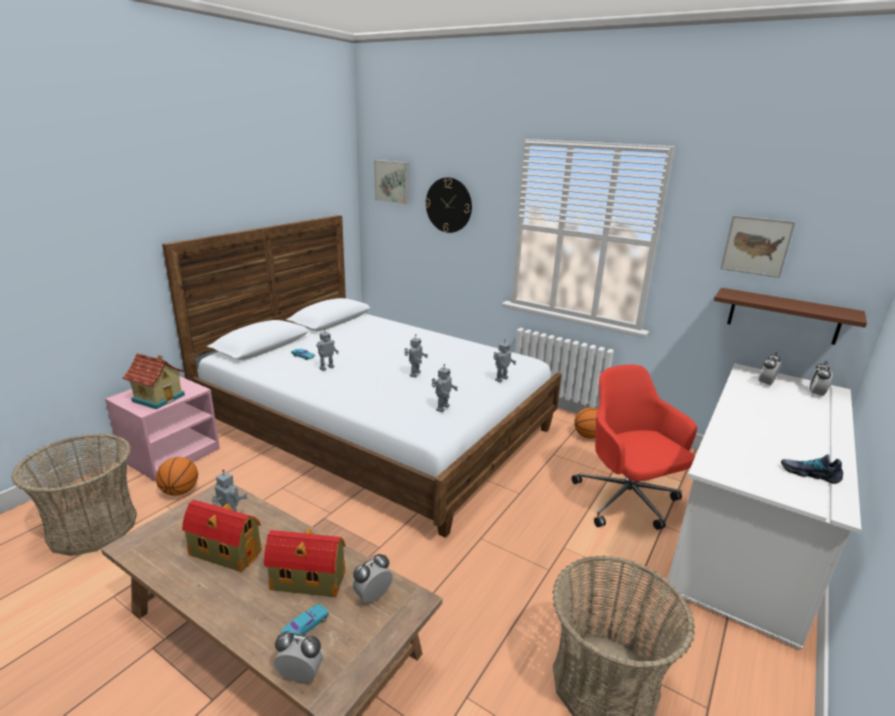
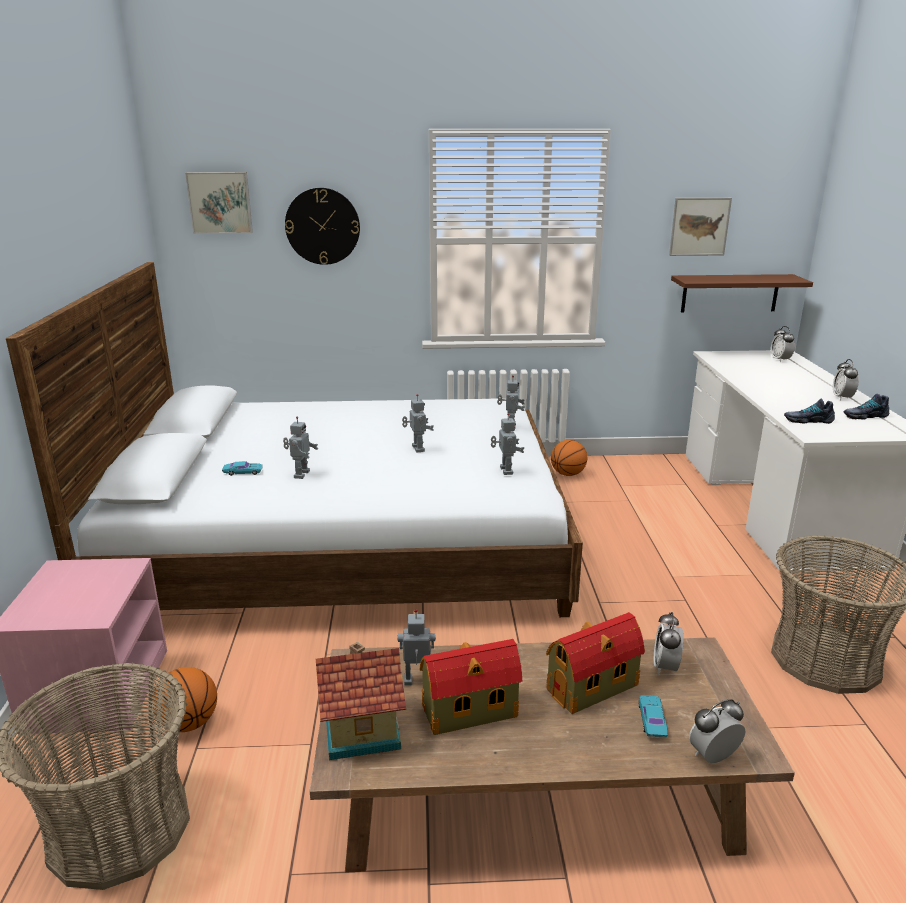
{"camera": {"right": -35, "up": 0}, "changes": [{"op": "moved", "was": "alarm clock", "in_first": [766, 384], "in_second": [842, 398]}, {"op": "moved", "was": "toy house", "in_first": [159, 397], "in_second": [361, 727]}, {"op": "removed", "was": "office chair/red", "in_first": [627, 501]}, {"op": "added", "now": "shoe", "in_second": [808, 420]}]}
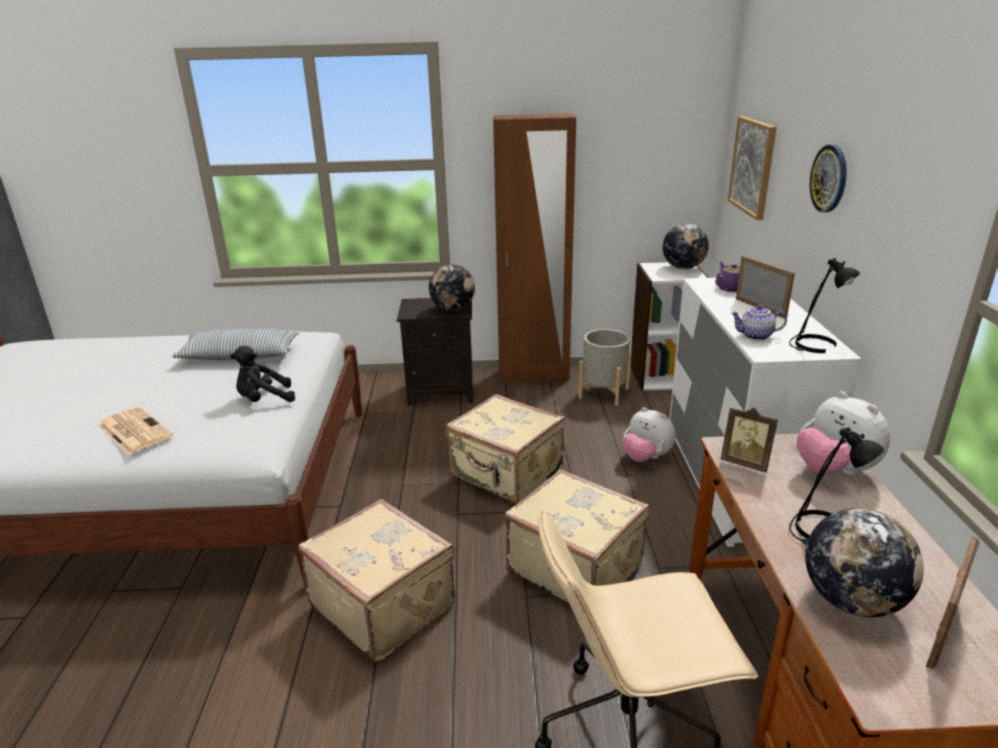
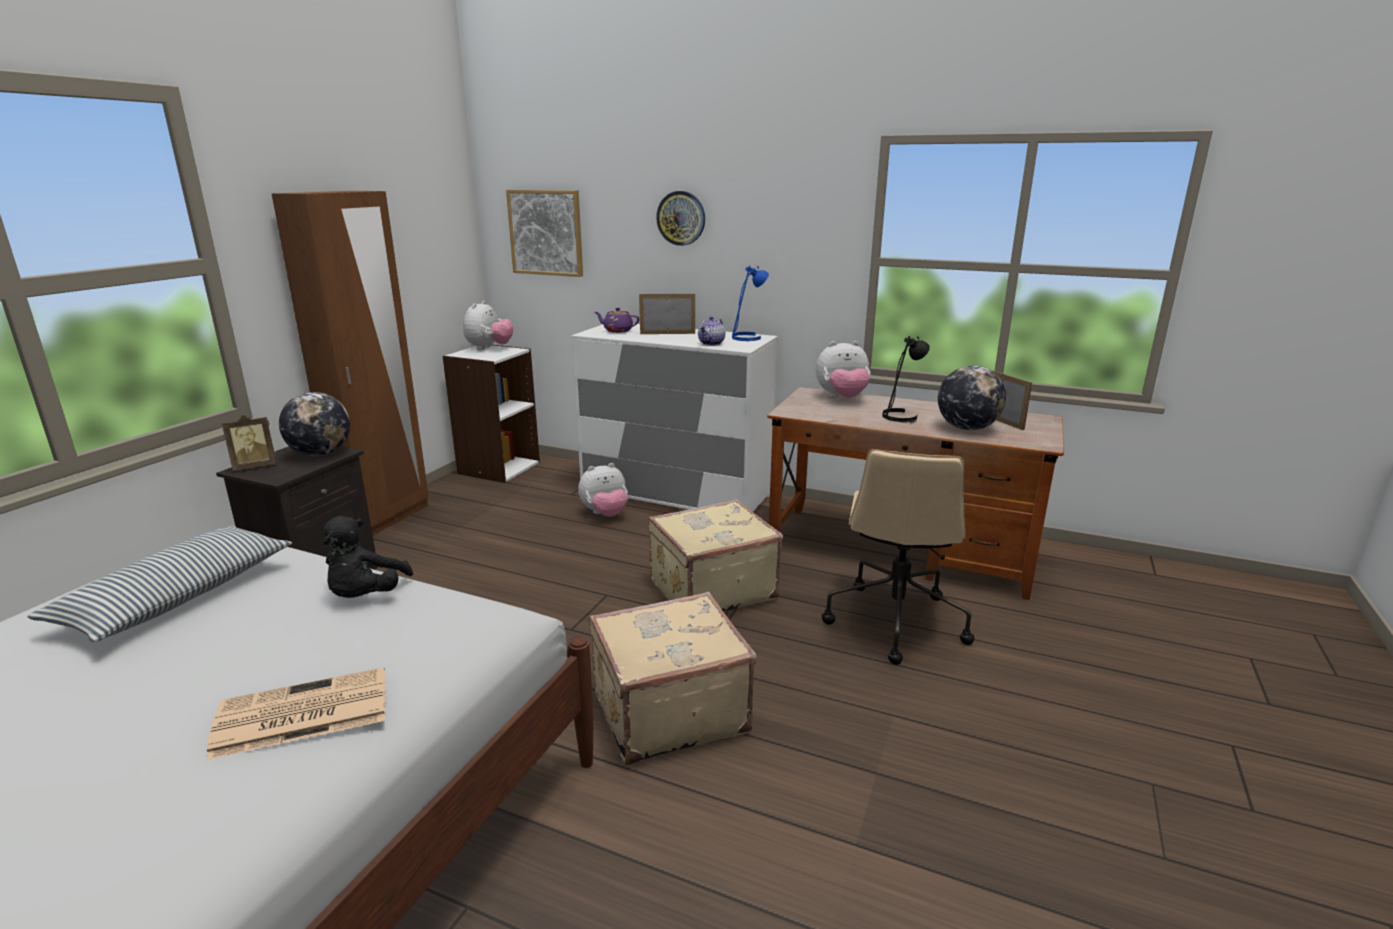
{"camera": {"right": -65, "up": -5}, "changes": [{"op": "replaced", "was": "globe", "now": "plush toy", "in_first": [683, 267], "in_second": [489, 348]}, {"op": "recoloured", "was": "table lamp/black", "now": "table lamp/blue", "in_first": [814, 346], "in_second": [747, 338]}, {"op": "removed", "was": "planter/grey", "in_first": [604, 393]}, {"op": "removed", "was": "suitcase/beige", "in_first": [506, 474]}, {"op": "moved", "was": "picture frame", "in_first": [745, 463], "in_second": [255, 466]}]}
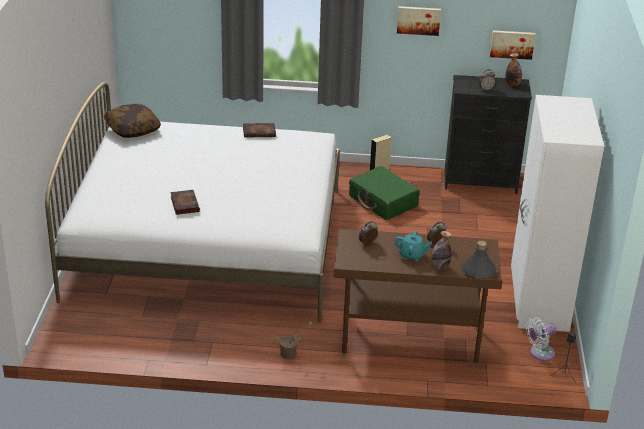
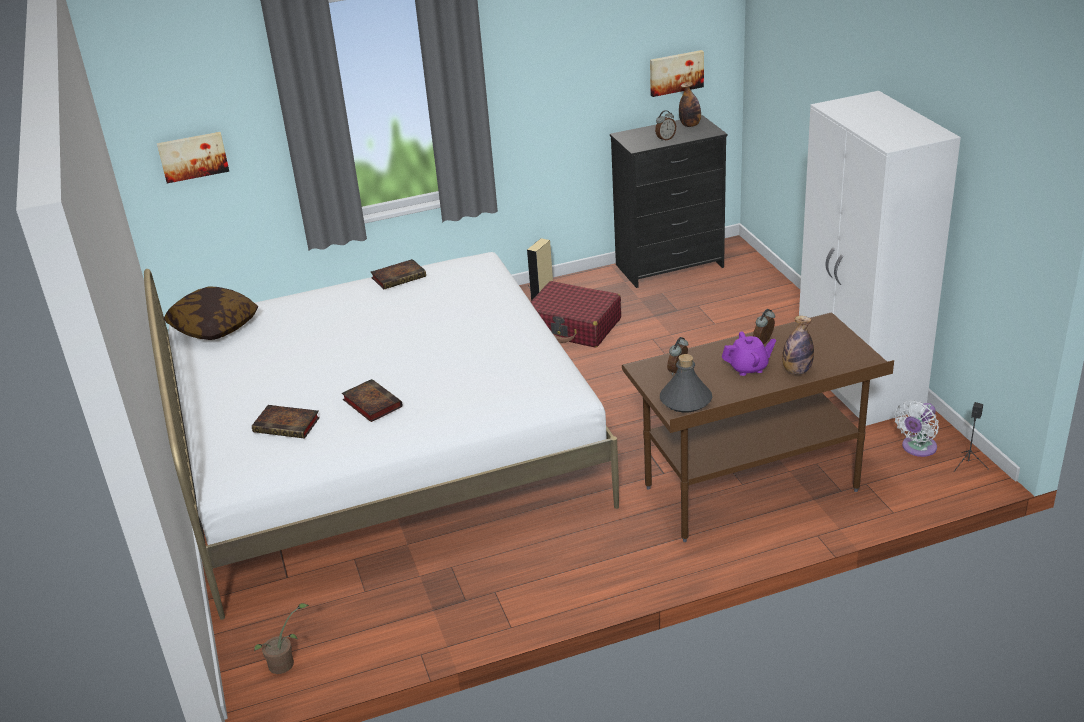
{"camera": {"right": -20, "up": 0}, "changes": [{"op": "moved", "was": "picture", "in_first": [418, 20], "in_second": [193, 156]}, {"op": "recoloured", "was": "suitcase/green", "now": "suitcase/red", "in_first": [383, 201], "in_second": [574, 326]}, {"op": "recoloured", "was": "teapot/turquoise", "now": "teapot/purple", "in_first": [411, 255], "in_second": [748, 368]}, {"op": "moved", "was": "bottle/grey", "in_first": [478, 271], "in_second": [686, 400]}, {"op": "moved", "was": "potted plant", "in_first": [290, 354], "in_second": [285, 663]}, {"op": "added", "now": "book", "in_second": [288, 425]}]}
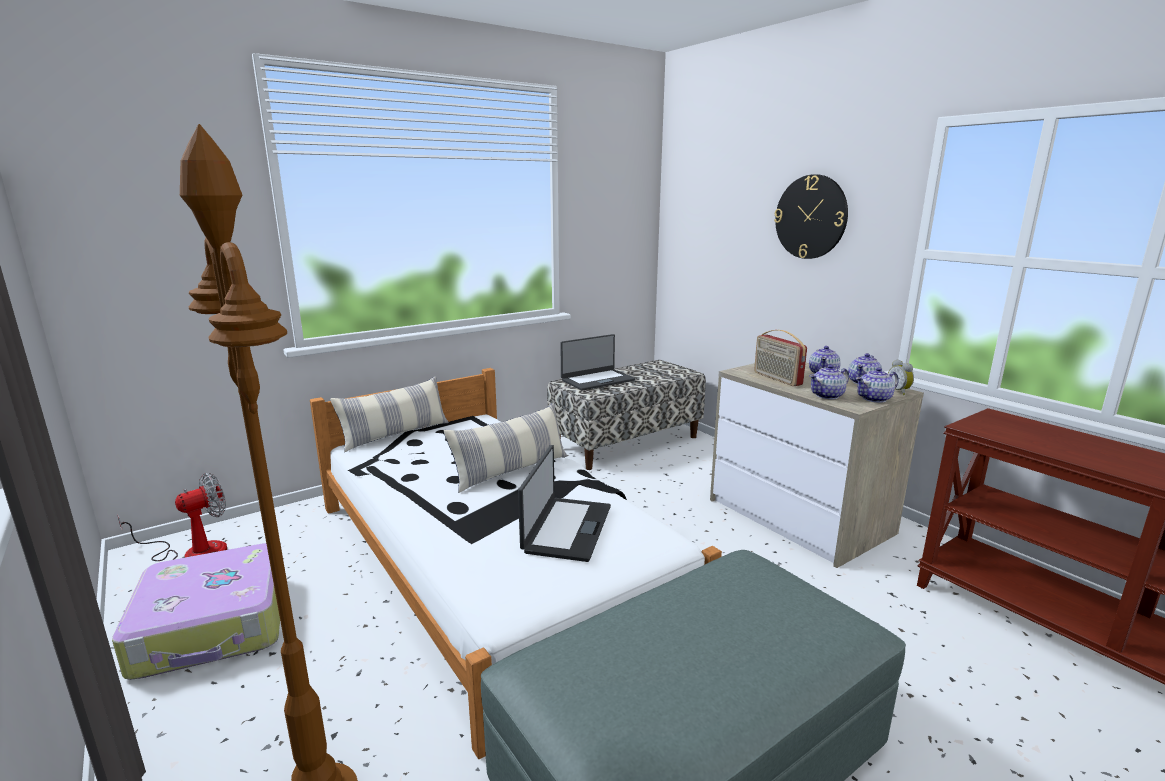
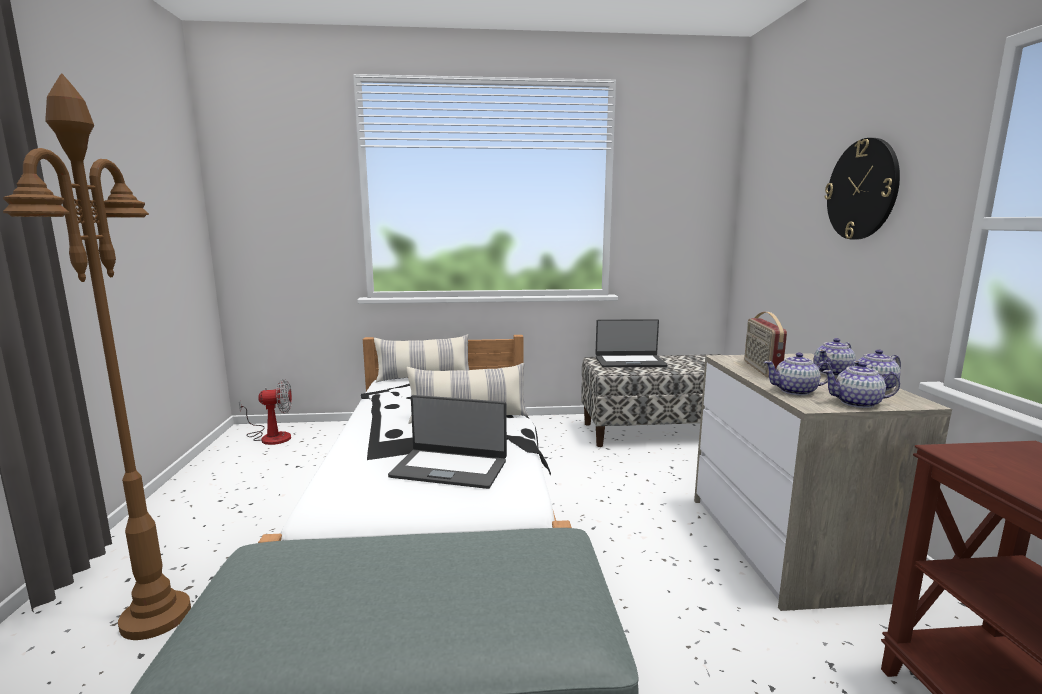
{"camera": {"right": 30, "up": -5}, "changes": [{"op": "removed", "was": "alarm clock", "in_first": [899, 392]}, {"op": "turned", "was": "laptop", "in_first": [566, 528], "in_second": [450, 468], "clockwise": 60}, {"op": "removed", "was": "suitcase", "in_first": [214, 626]}]}
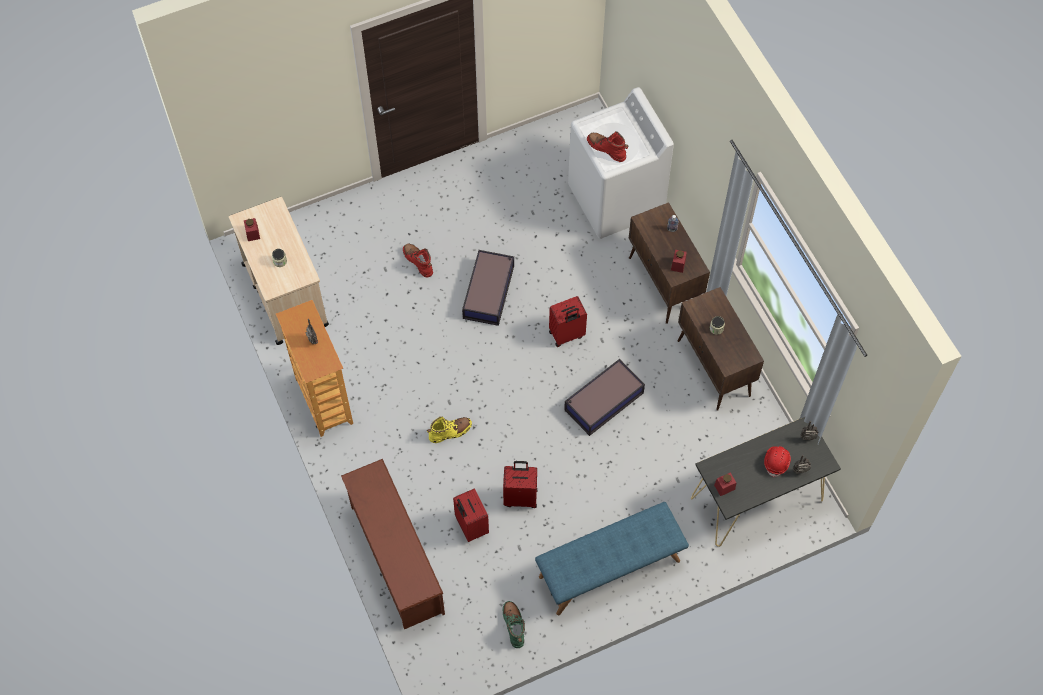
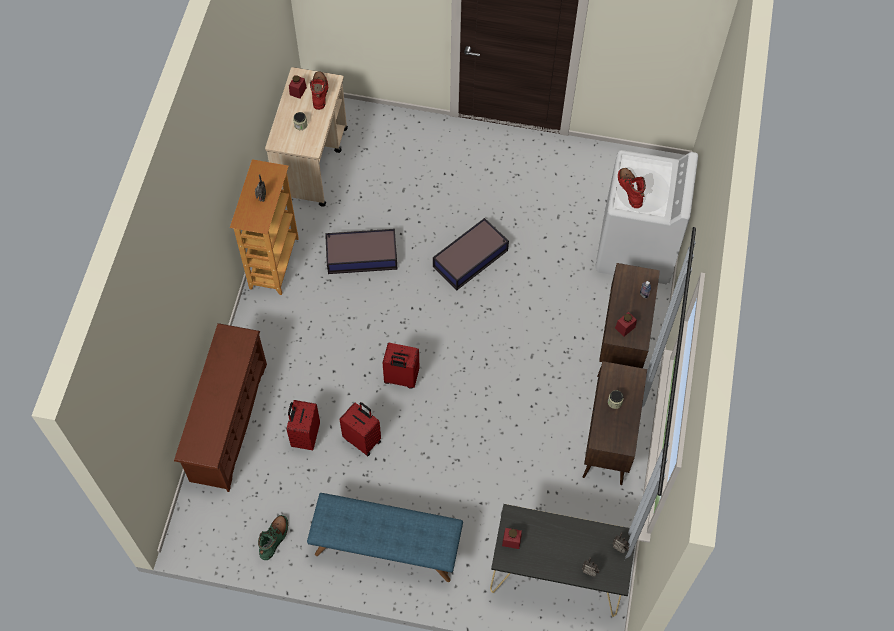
{"camera": {"right": 35, "up": 0}, "changes": [{"op": "moved", "was": "boot/red", "in_first": [418, 262], "in_second": [319, 93]}, {"op": "moved", "was": "suitcase/red", "in_first": [567, 335], "in_second": [401, 378]}, {"op": "moved", "was": "storage box", "in_first": [602, 401], "in_second": [360, 256]}, {"op": "removed", "was": "boot/yellow", "in_first": [450, 432]}, {"op": "removed", "was": "hard hat/red", "in_first": [776, 462]}]}
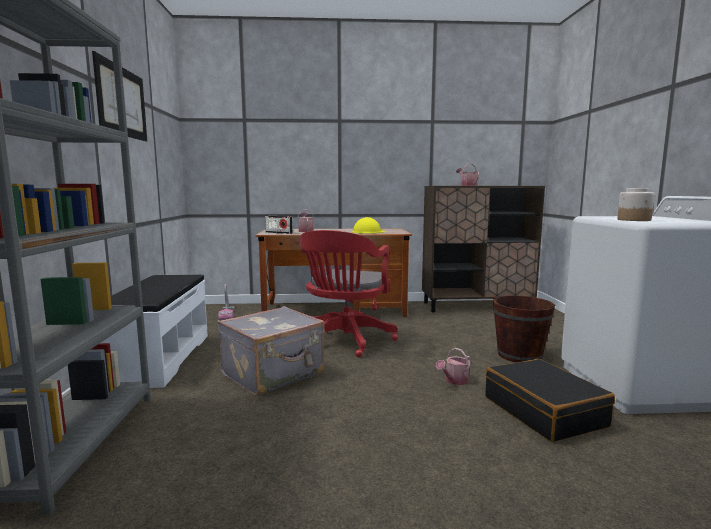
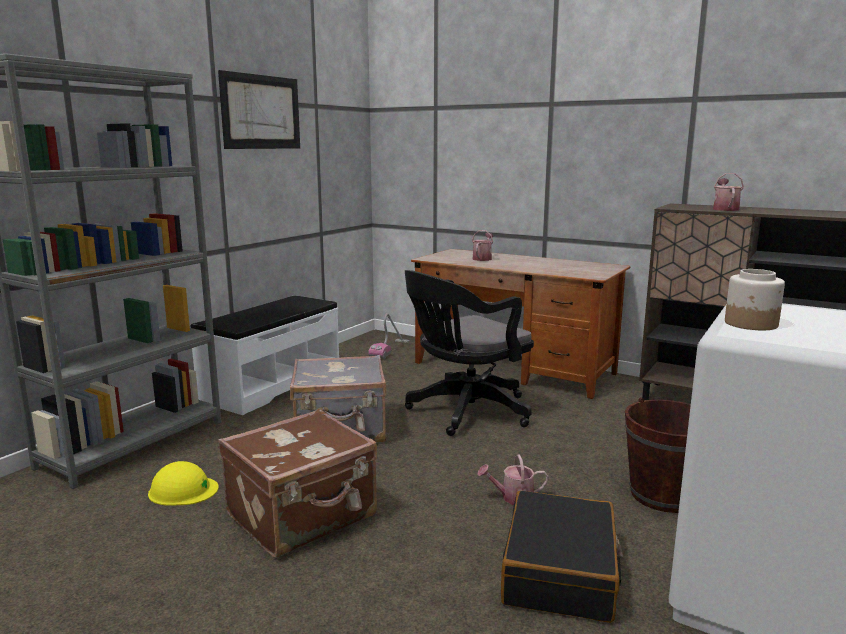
{"camera": {"right": 35, "up": 5}, "changes": [{"op": "removed", "was": "radio", "in_first": [279, 233]}, {"op": "moved", "was": "hard hat/yellow", "in_first": [368, 231], "in_second": [183, 490]}, {"op": "recoloured", "was": "office chair/red", "now": "office chair/black", "in_first": [345, 341], "in_second": [464, 412]}, {"op": "added", "now": "suitcase/brown", "in_second": [303, 516]}]}
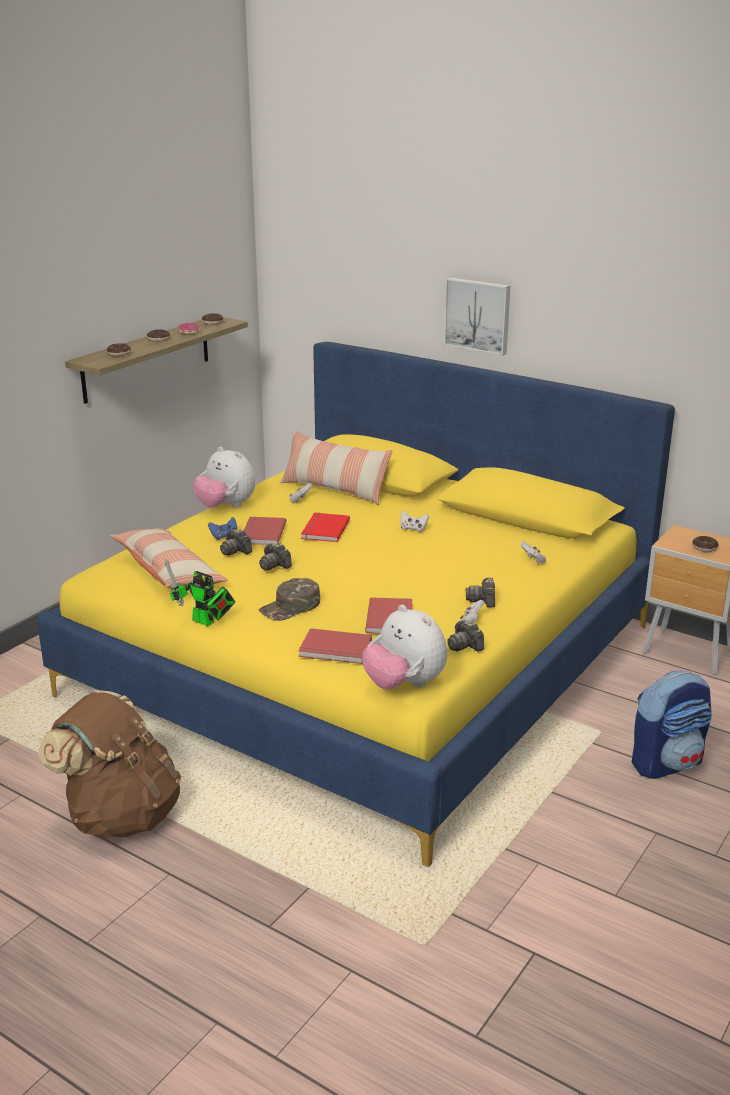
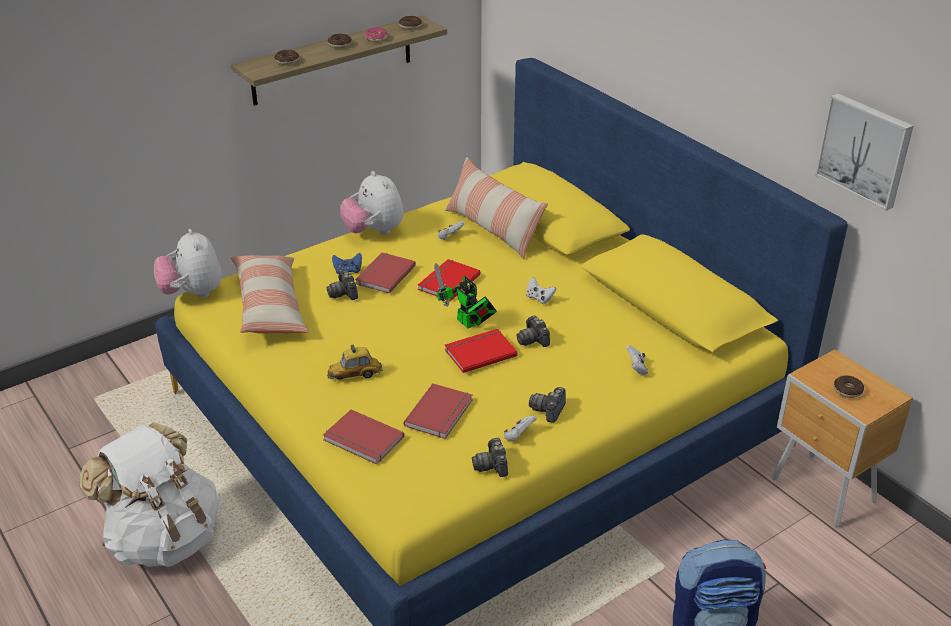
{"camera": {"right": 20, "up": 10}, "changes": [{"op": "moved", "was": "picture", "in_first": [478, 315], "in_second": [865, 150]}, {"op": "moved", "was": "photo camera", "in_first": [274, 565], "in_second": [533, 340]}, {"op": "moved", "was": "toy robot", "in_first": [206, 622], "in_second": [468, 324]}, {"op": "replaced", "was": "cap/green", "now": "toy car", "in_first": [290, 607], "in_second": [355, 375]}, {"op": "moved", "was": "plush toy", "in_first": [404, 684], "in_second": [192, 293]}, {"op": "recoloured", "was": "backpack/brown", "now": "backpack/white", "in_first": [121, 815], "in_second": [164, 538]}, {"op": "added", "now": "book/red", "in_second": [479, 352]}]}
